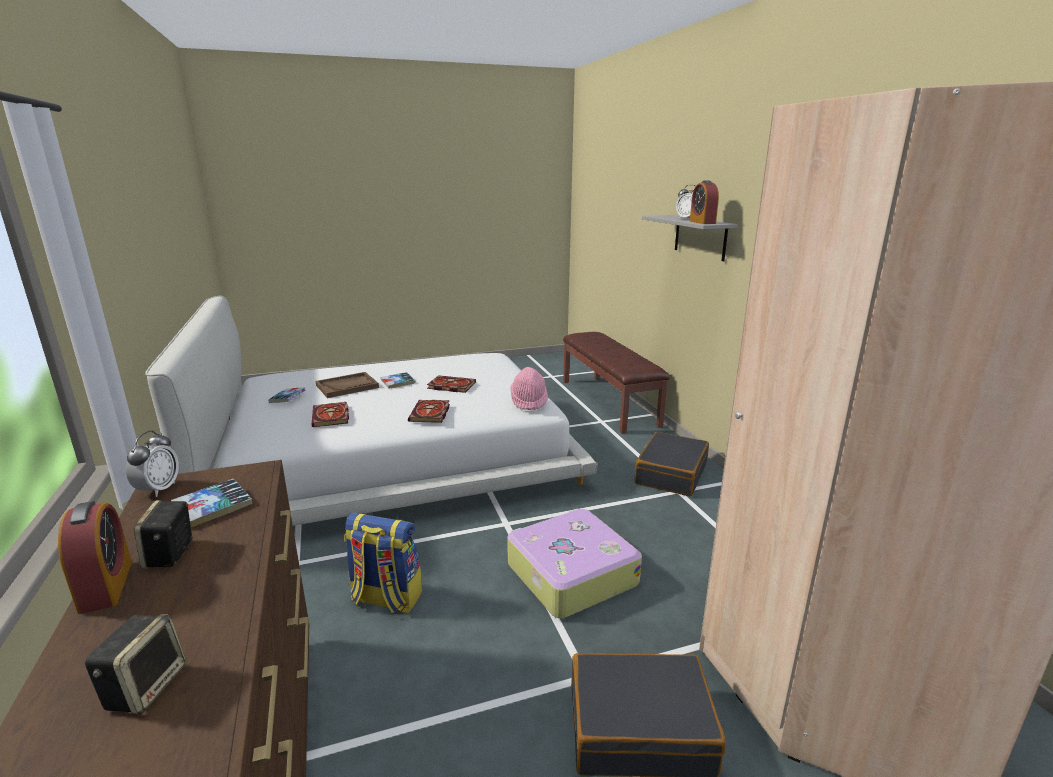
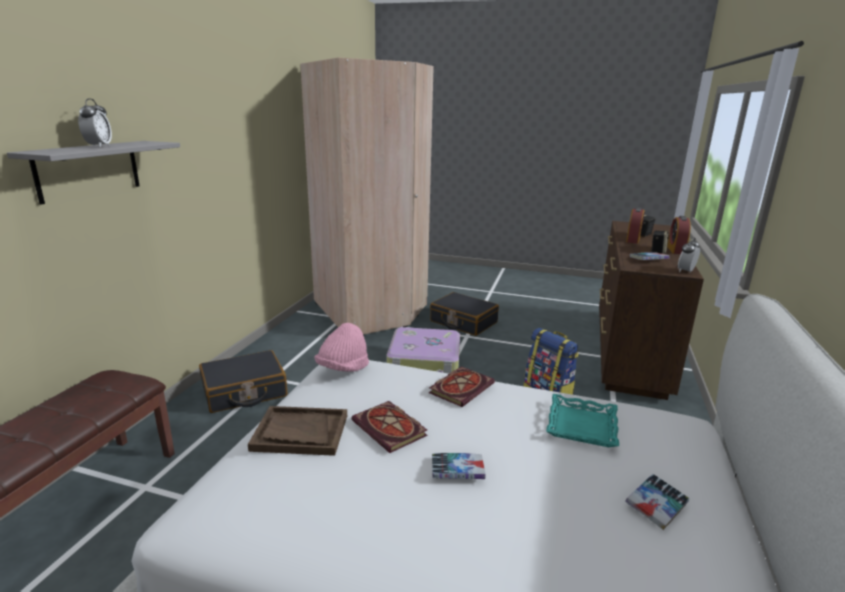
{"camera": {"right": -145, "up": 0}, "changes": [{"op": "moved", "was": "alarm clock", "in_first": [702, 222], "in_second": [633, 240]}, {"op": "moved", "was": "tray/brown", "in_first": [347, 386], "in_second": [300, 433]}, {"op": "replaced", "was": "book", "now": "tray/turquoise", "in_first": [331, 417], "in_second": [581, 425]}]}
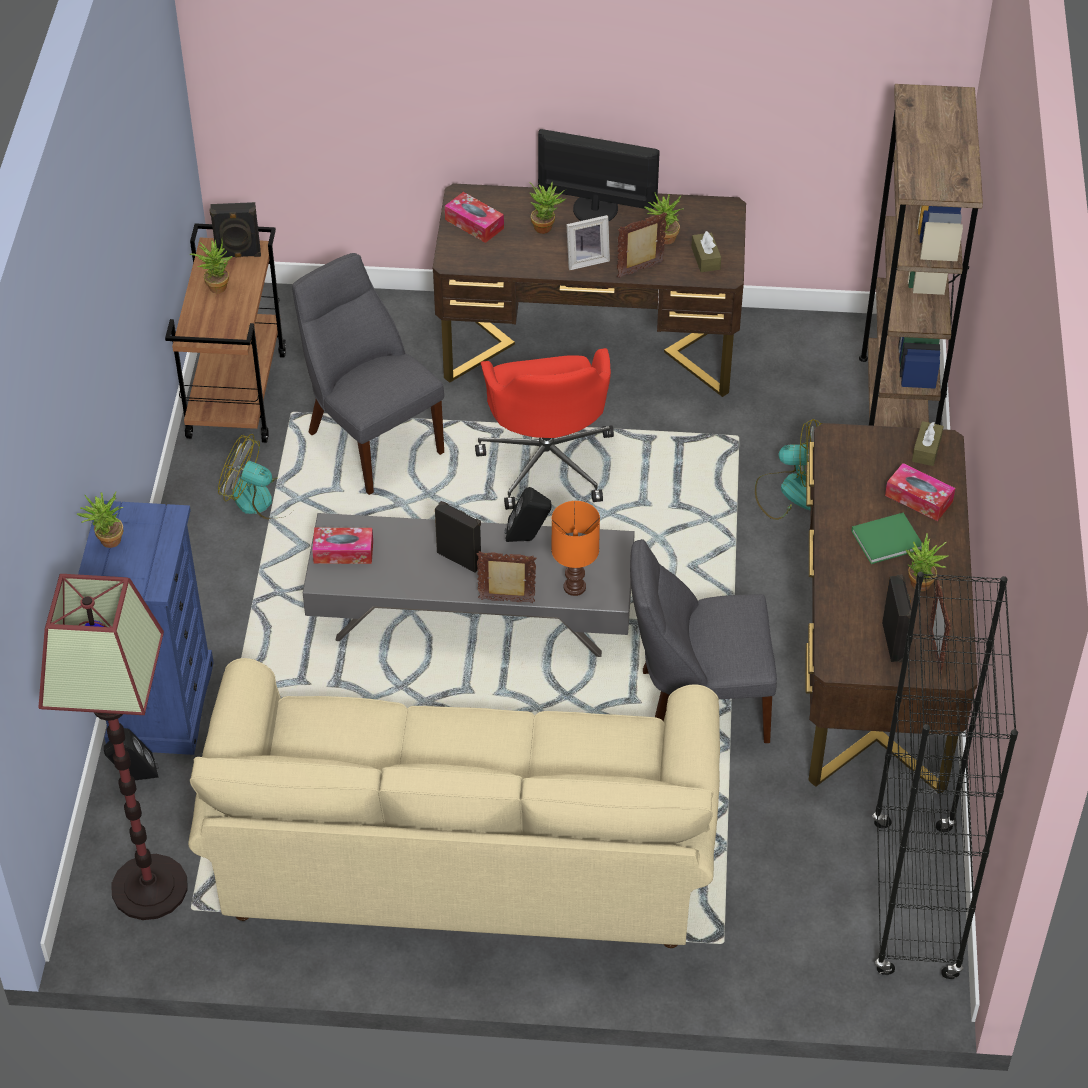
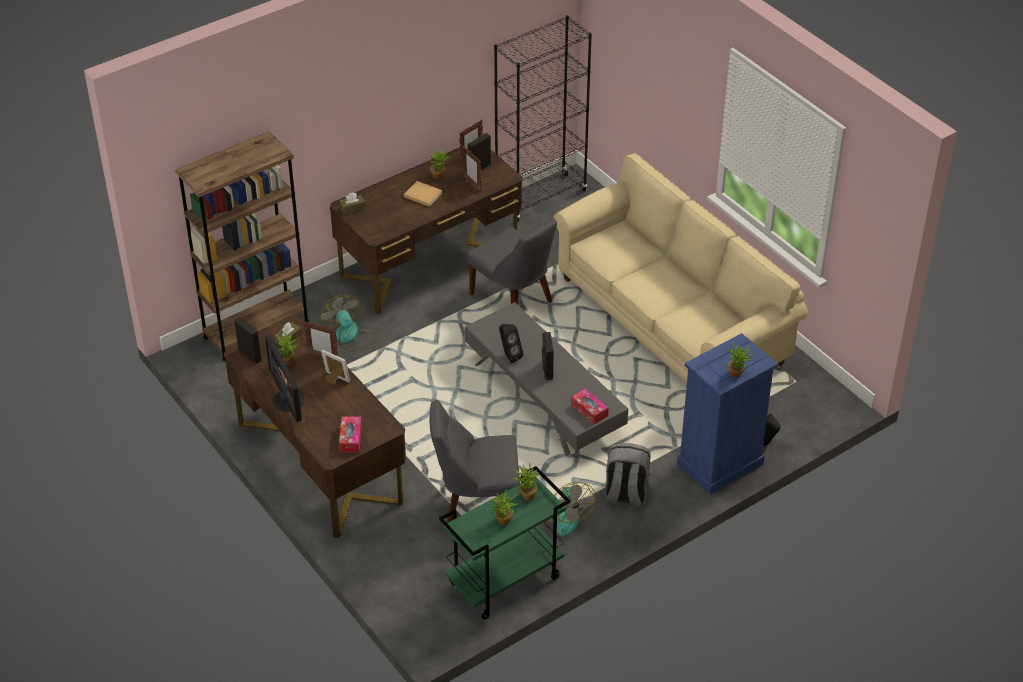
{"camera": {"right": -130, "up": -5}, "changes": [{"op": "moved", "was": "potted plant", "in_first": [546, 227], "in_second": [526, 494]}, {"op": "moved", "was": "speaker/black", "in_first": [238, 255], "in_second": [250, 354]}, {"op": "recoloured", "was": "cart/brown", "now": "cart/green", "in_first": [236, 394], "in_second": [504, 582]}, {"op": "turned", "was": "chair/grey", "in_first": [371, 439], "in_second": [477, 504], "clockwise": 75}, {"op": "removed", "was": "office chair/red", "in_first": [547, 461]}, {"op": "removed", "was": "tissue box", "in_first": [918, 498]}, {"op": "removed", "was": "table lamp/orange", "in_first": [575, 587]}, {"op": "recoloured", "was": "book/green", "now": "book/beige", "in_first": [888, 539], "in_second": [422, 194]}, {"op": "moved", "was": "picture frame", "in_first": [507, 601], "in_second": [472, 183]}, {"op": "removed", "was": "floor lamp", "in_first": [149, 888]}, {"op": "added", "now": "backpack/grey", "in_second": [625, 494]}]}
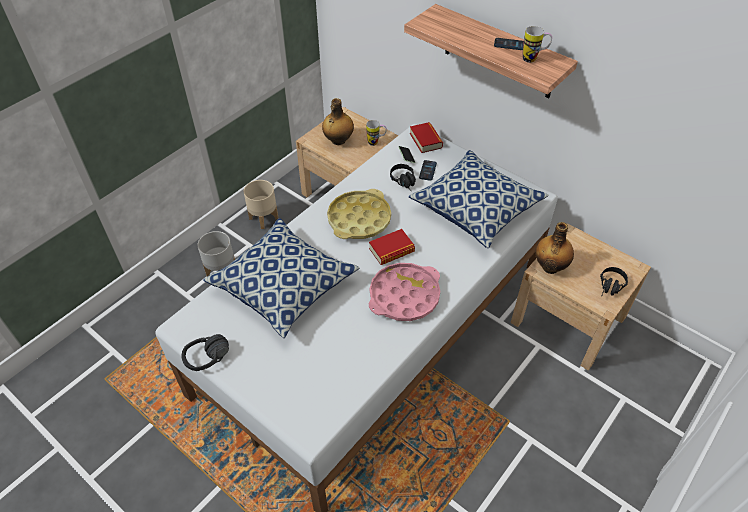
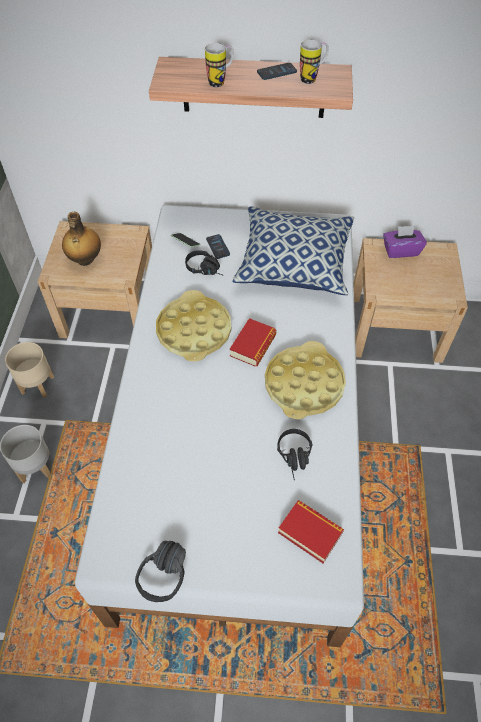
{"camera": {"right": -35, "up": 5}, "changes": [{"op": "moved", "was": "mug", "in_first": [376, 142], "in_second": [220, 81]}, {"op": "moved", "was": "book", "in_first": [425, 140], "in_second": [310, 533]}, {"op": "removed", "was": "pillow", "in_first": [284, 286]}, {"op": "removed", "was": "bottle", "in_first": [550, 266]}, {"op": "recoloured", "was": "tray/pink", "now": "tray/yellow", "in_first": [404, 296], "in_second": [303, 385]}, {"op": "moved", "was": "headphones/black", "in_first": [610, 288], "in_second": [295, 458]}, {"op": "added", "now": "tissue box/purple", "in_second": [401, 250]}]}
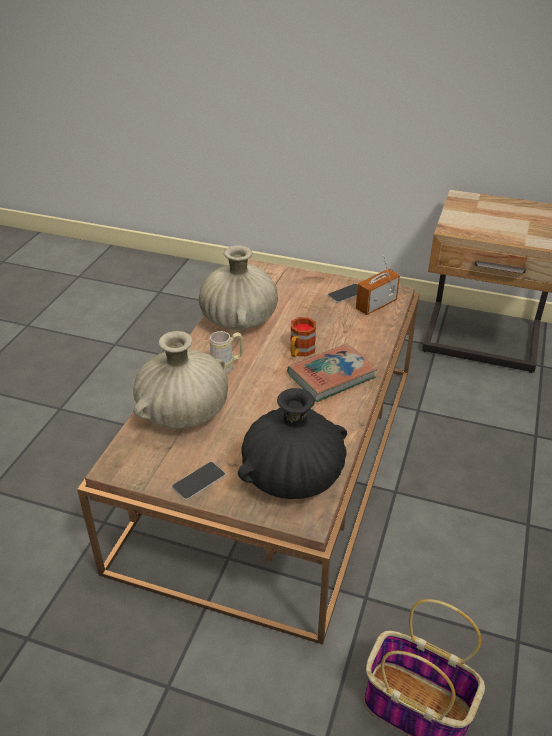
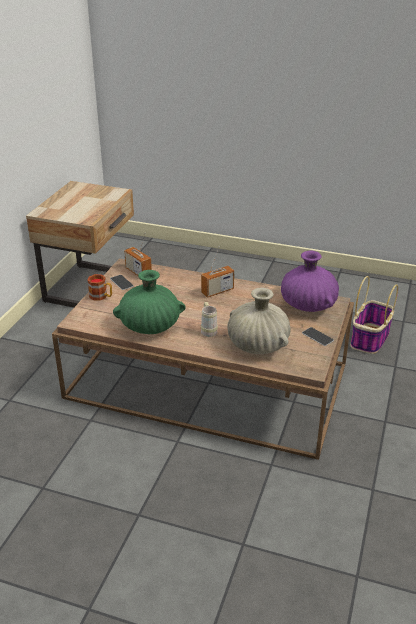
{"camera": {"right": -90, "up": -5}, "changes": [{"op": "recoloured", "was": "vase/beige", "now": "vase/green", "in_first": [239, 320], "in_second": [150, 326]}, {"op": "moved", "was": "mug", "in_first": [300, 352], "in_second": [101, 296]}, {"op": "replaced", "was": "book", "now": "radio", "in_first": [331, 376], "in_second": [217, 291]}, {"op": "recoloured", "was": "vase/black", "now": "vase/purple", "in_first": [292, 477], "in_second": [307, 306]}]}
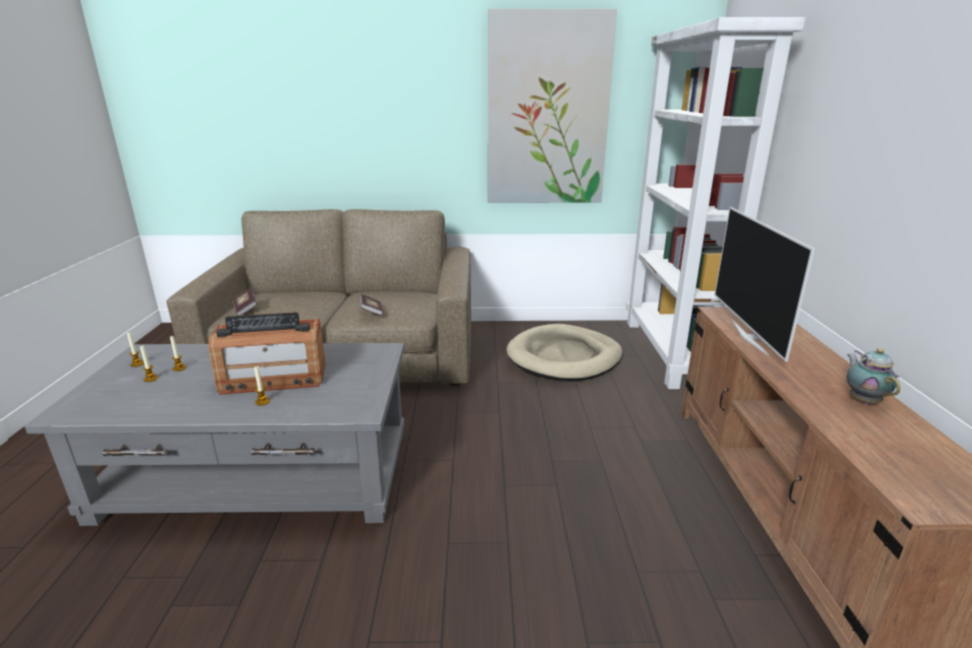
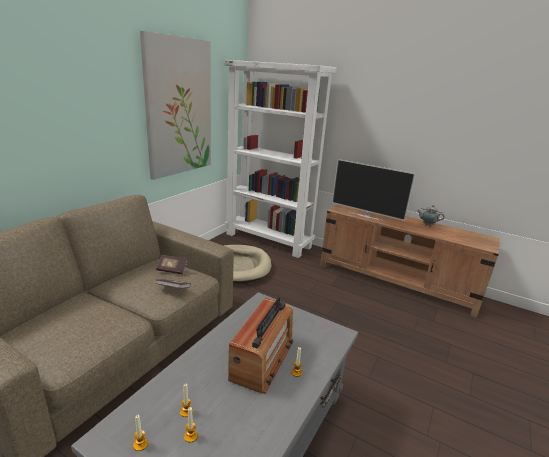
{"camera": {"right": -60, "up": 0}, "changes": [{"op": "moved", "was": "book", "in_first": [246, 309], "in_second": [172, 270]}]}
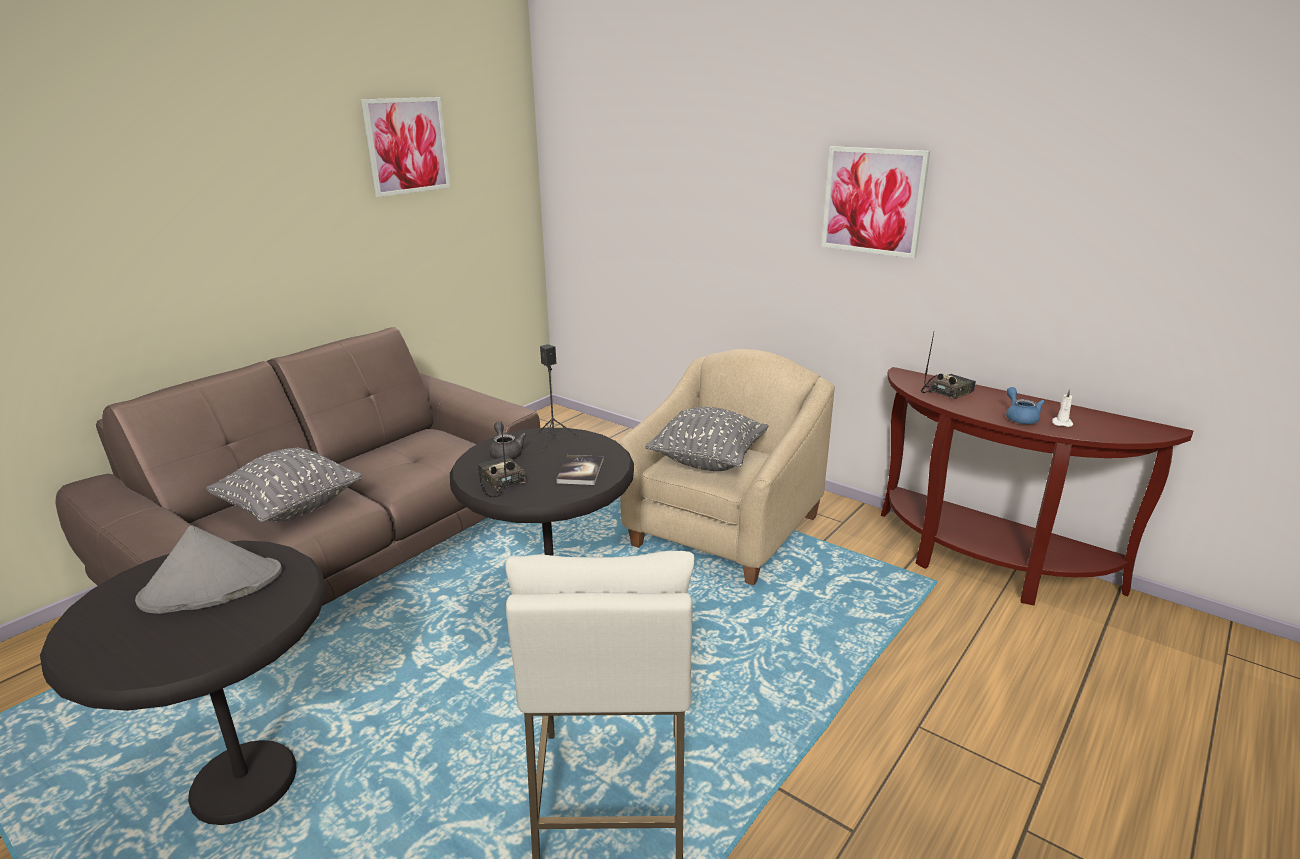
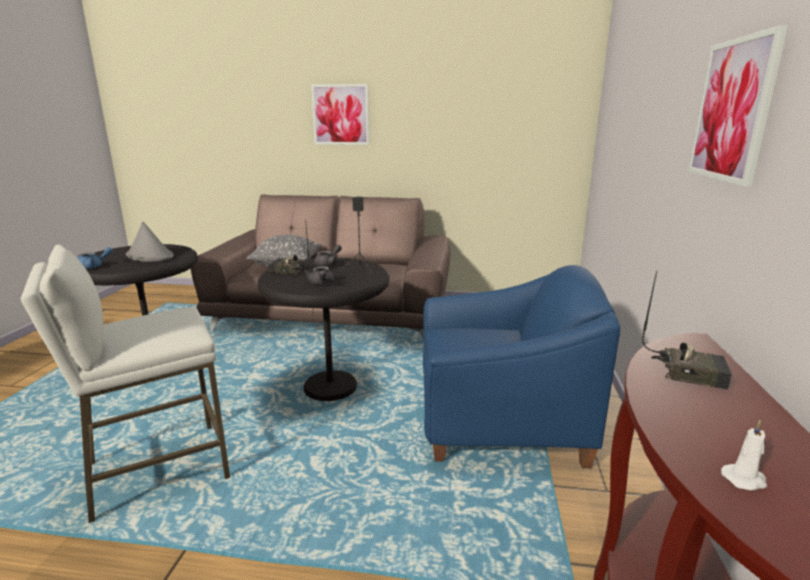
{"camera": {"right": 60, "up": -5}, "changes": [{"op": "moved", "was": "picture", "in_first": [407, 146], "in_second": [341, 115]}, {"op": "recoloured", "was": "armchair/beige", "now": "armchair/blue", "in_first": [724, 531], "in_second": [500, 423]}, {"op": "moved", "was": "teapot/blue", "in_first": [1020, 418], "in_second": [94, 266]}, {"op": "removed", "was": "pillow/grey", "in_first": [708, 461]}, {"op": "turned", "was": "radio", "in_first": [499, 482], "in_second": [288, 271], "clockwise": -105}, {"op": "replaced", "was": "book", "now": "teapot/grey", "in_first": [580, 471], "in_second": [321, 284]}]}
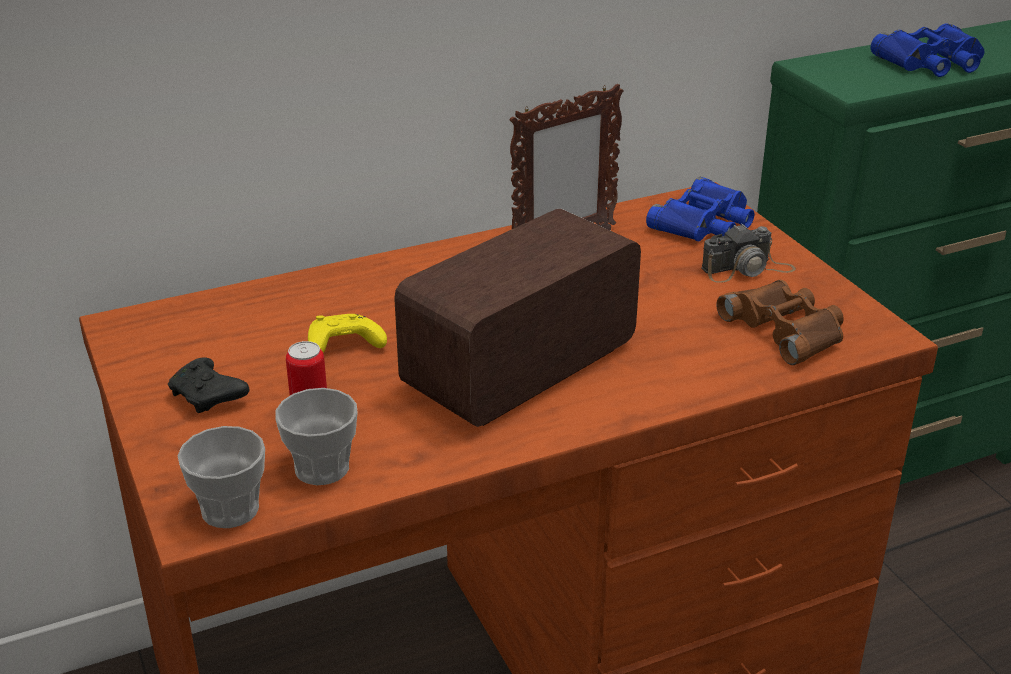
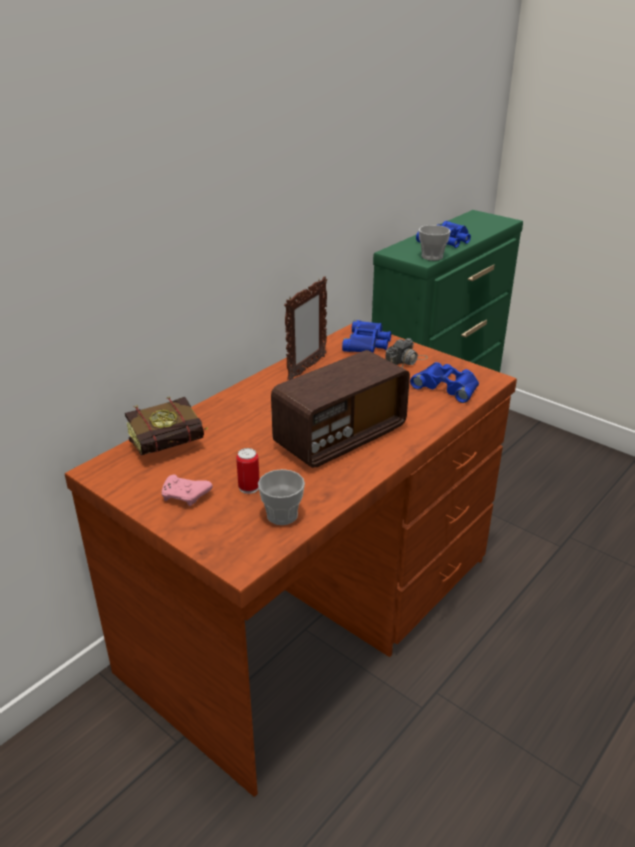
{"camera": {"right": -25, "up": 0}, "changes": [{"op": "turned", "was": "radio", "in_first": [521, 369], "in_second": [340, 437], "clockwise": -150}, {"op": "recoloured", "was": "binoculars/brown", "now": "binoculars/blue", "in_first": [786, 329], "in_second": [447, 386]}, {"op": "removed", "was": "game controller/yellow", "in_first": [342, 347]}, {"op": "recoloured", "was": "game controller/black", "now": "game controller/pink", "in_first": [208, 397], "in_second": [186, 496]}, {"op": "moved", "was": "cup", "in_first": [230, 510], "in_second": [432, 257]}, {"op": "added", "now": "book", "in_second": [175, 445]}]}
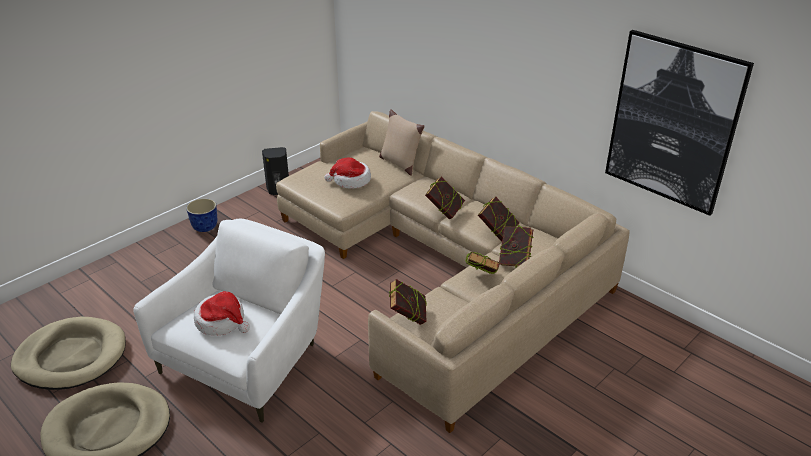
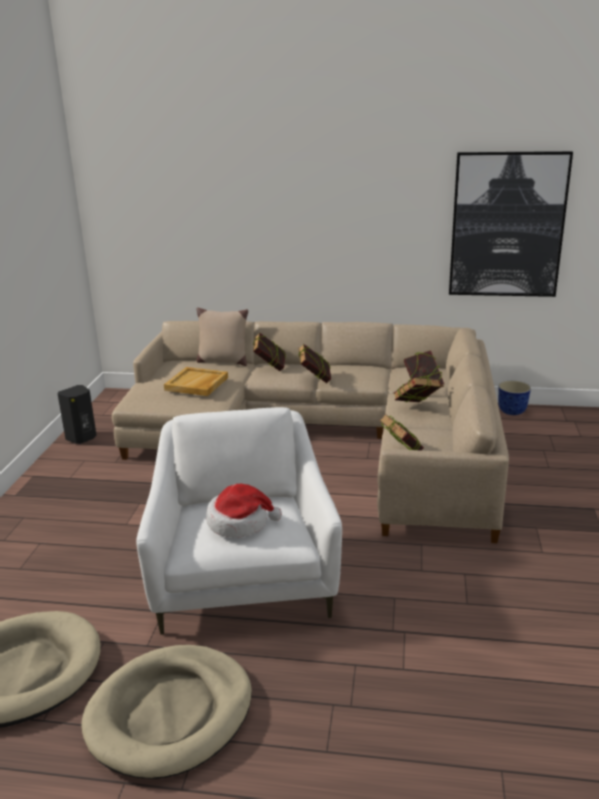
{"camera": {"right": -35, "up": -10}, "changes": [{"op": "replaced", "was": "hat", "now": "tray/beige", "in_first": [350, 180], "in_second": [197, 384]}, {"op": "moved", "was": "book", "in_first": [497, 234], "in_second": [270, 368]}, {"op": "moved", "was": "planter", "in_first": [205, 227], "in_second": [512, 411]}]}
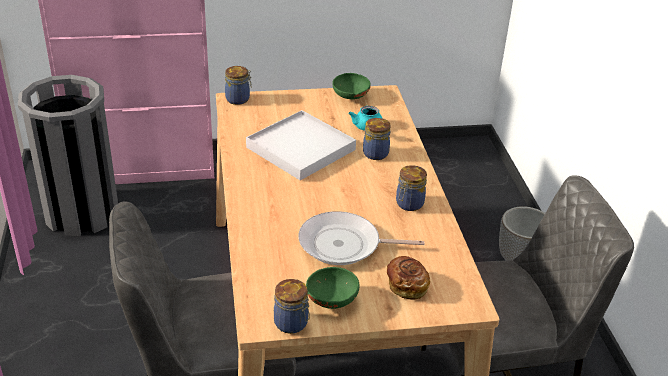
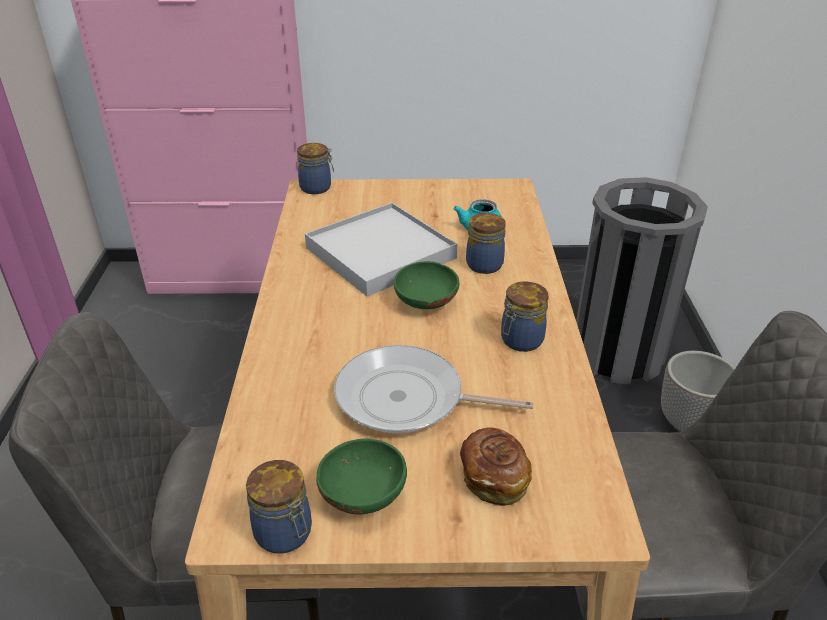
{"camera": {"right": 10, "up": 0}, "changes": [{"op": "moved", "was": "bowl/green", "in_first": [350, 97], "in_second": [425, 303]}, {"op": "moved", "was": "trash can/grey", "in_first": [81, 213], "in_second": [617, 354]}]}
